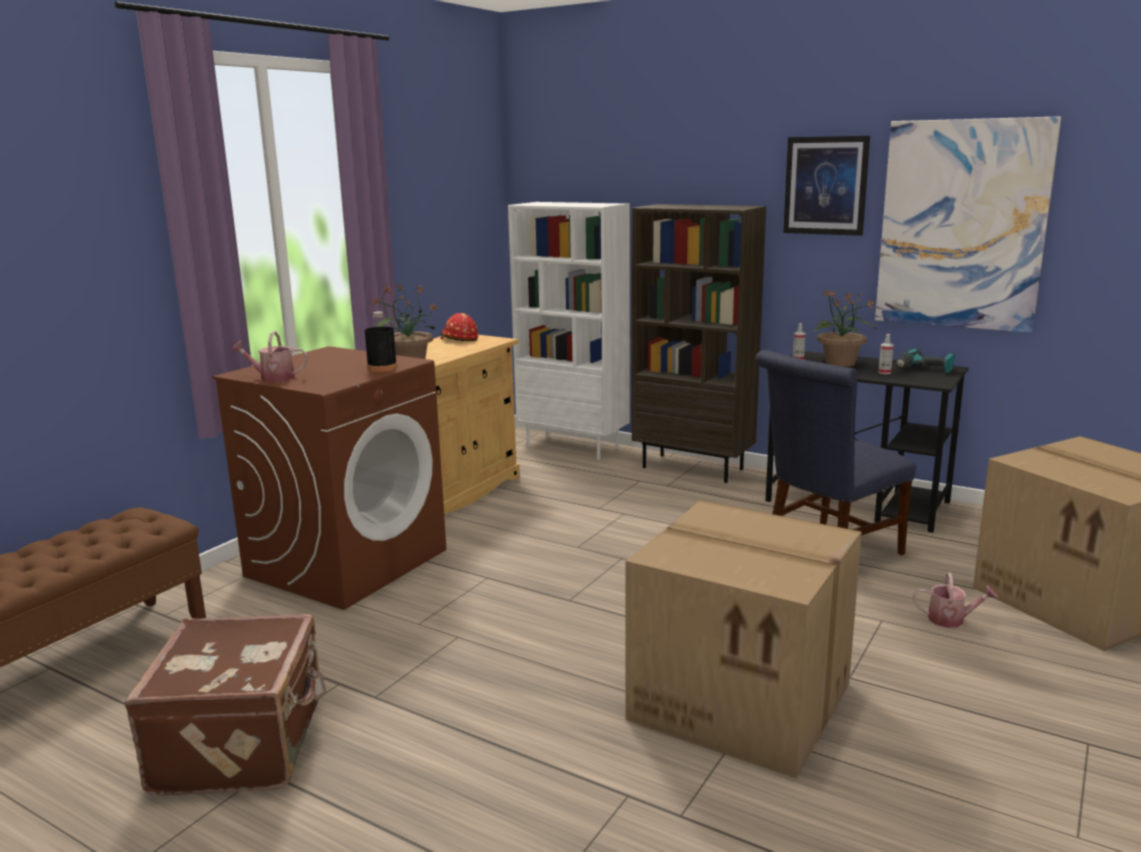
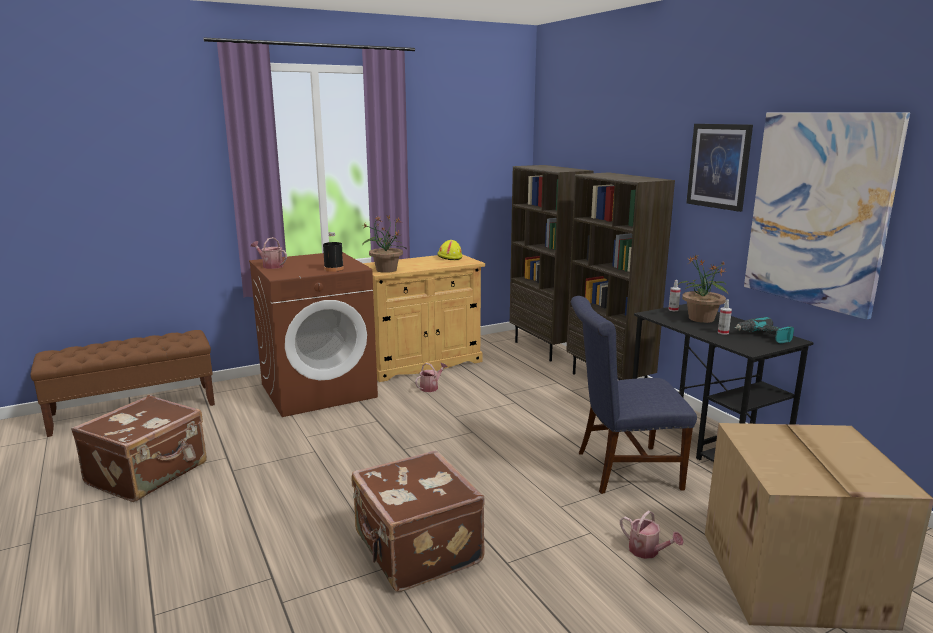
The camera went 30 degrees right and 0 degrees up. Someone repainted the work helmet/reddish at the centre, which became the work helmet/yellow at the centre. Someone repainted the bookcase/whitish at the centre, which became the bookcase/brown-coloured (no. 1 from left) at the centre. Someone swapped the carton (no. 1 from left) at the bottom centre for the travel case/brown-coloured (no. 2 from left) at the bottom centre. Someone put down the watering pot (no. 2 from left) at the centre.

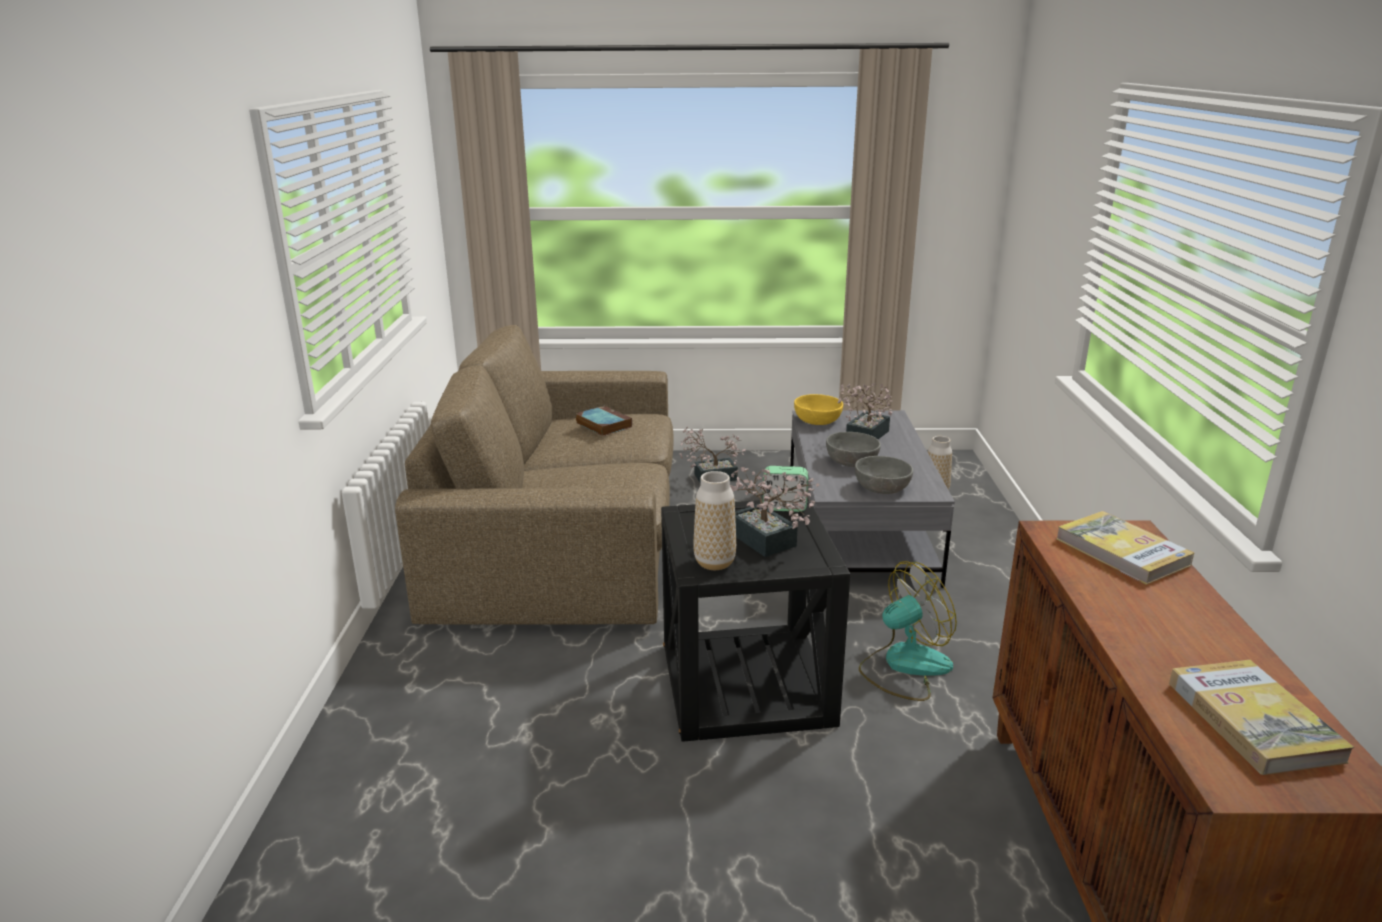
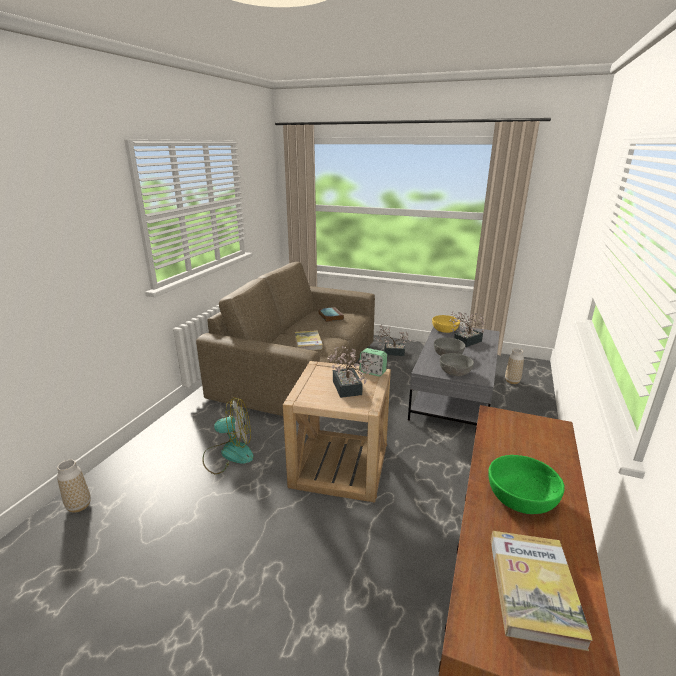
The camera went 20 degrees right and 0 degrees up. Someone repainted the accent table/black-coloured at the bottom centre, which became the accent table/sand-coloured at the centre. Someone carried the decorative vase (no. 1 from left) from the centre to the bottom left. Someone carried the fan from the bottom centre to the centre. Someone carried the bound book (no. 2 from left in the first image) from the middle right to the centre. Someone put down the deep dish/green-coloured at the bottom right.

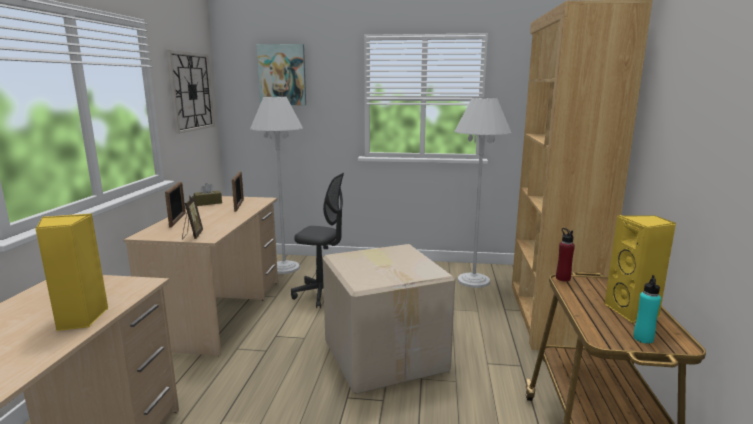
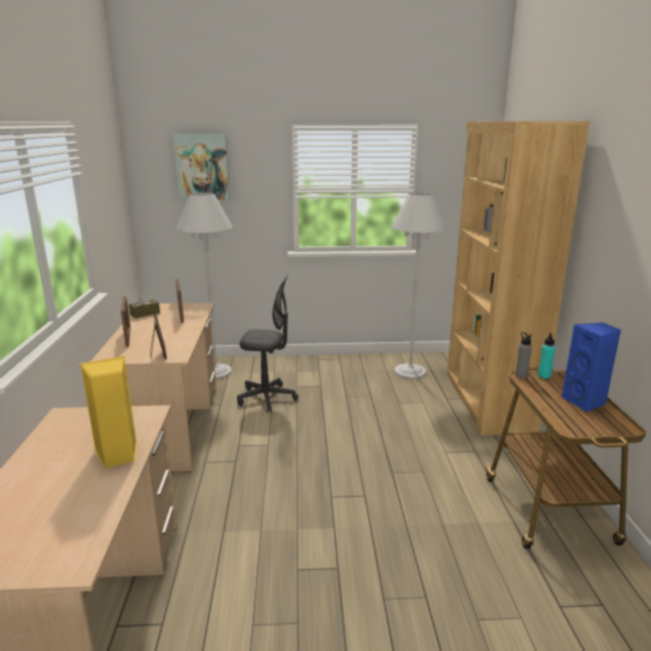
The camera went 10 degrees left and 5 degrees up. Someone took away the hanging clock at the top left. Someone took away the carton at the bottom centre. Someone repainted the beverage bottle/reddish at the middle right, which became the beverage bottle/gray at the middle right. Someone repainted the loudspeaker/yellow (no. 2 from left) at the middle right, which became the loudspeaker/bluish at the middle right. Someone carried the beverage bottle/turquoise from the bottom right to the middle right.

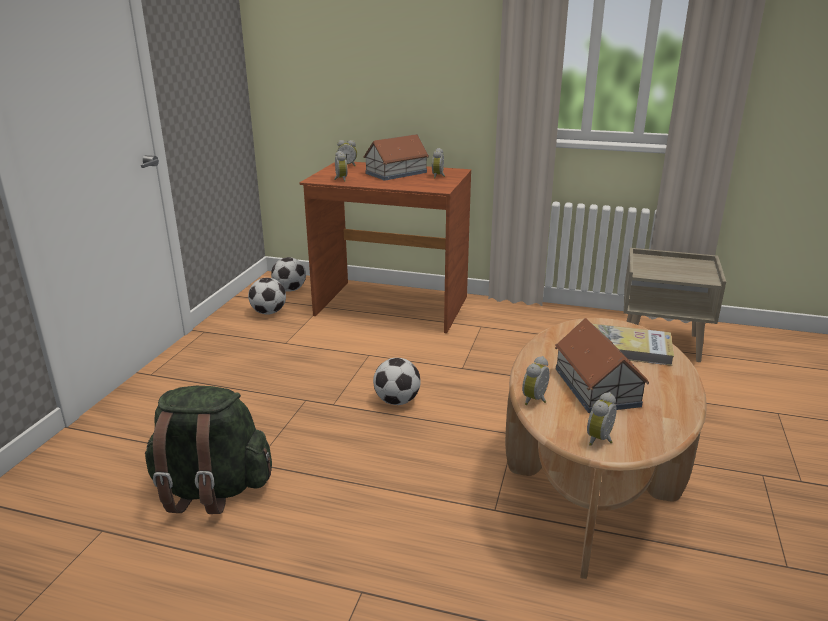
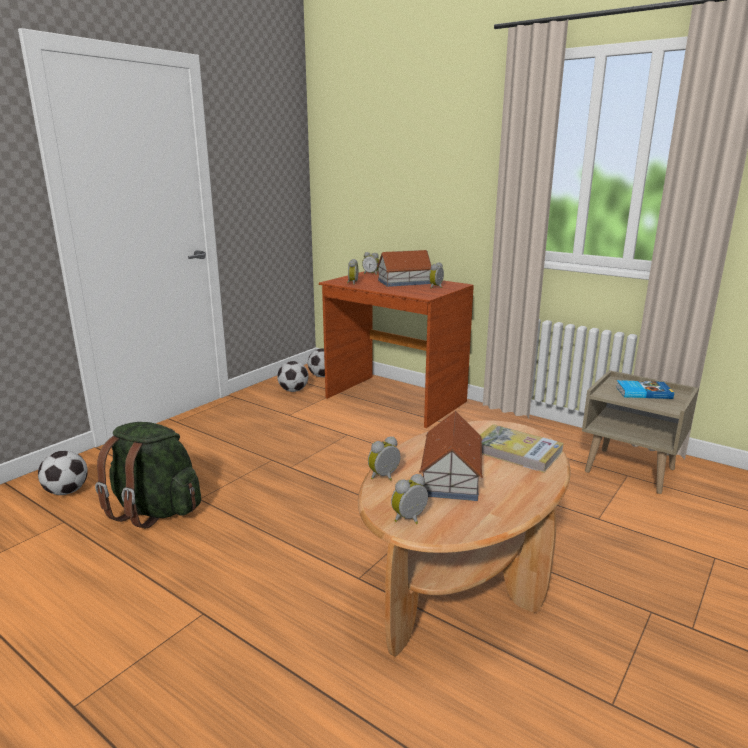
The camera went 20 degrees right and 5 degrees down. Someone carried the football (no. 3 from left in the first image) from the centre to the middle left. Someone put down the bound book (no. 2 from left) at the middle right.

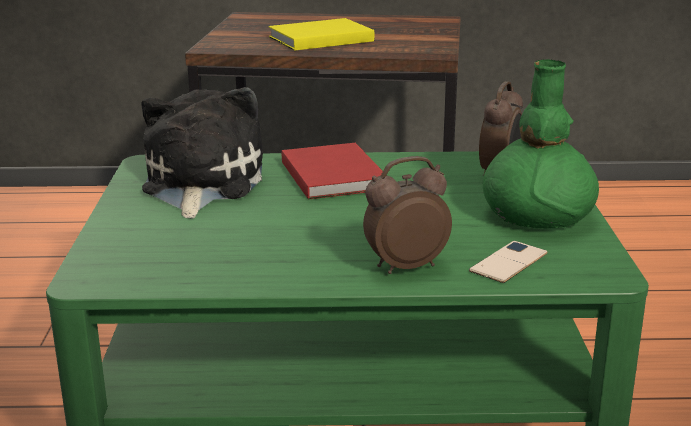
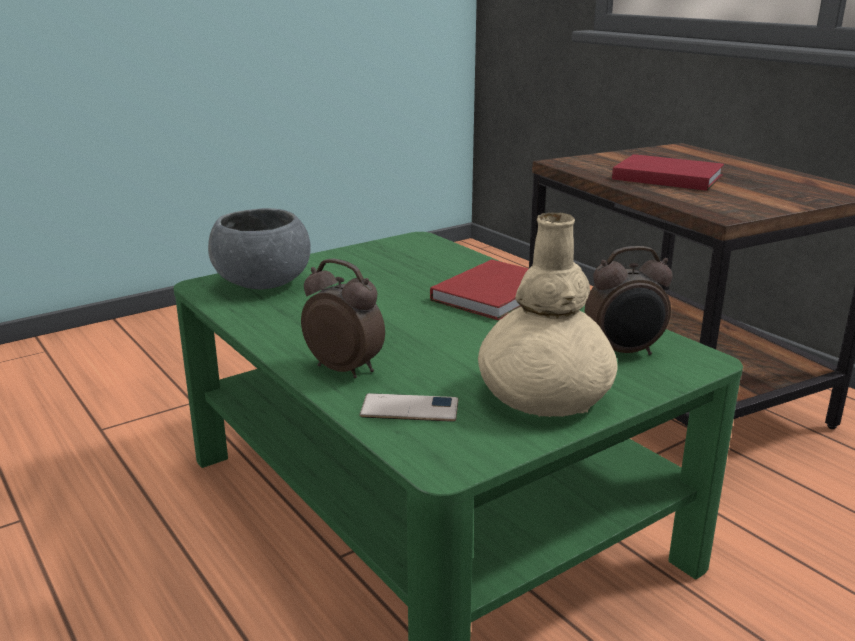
The camera went 55 degrees right and 0 degrees up. Someone took away the cuddly toy at the middle left. Someone repainted the bound book/yellow at the top centre, which became the bound book/reddish (no. 2 from left) at the top right. Someone repainted the decorative vase/green-coloured at the middle right, which became the decorative vase/sand-coloured at the centre. Someone put down the deep dish/gray at the middle left.

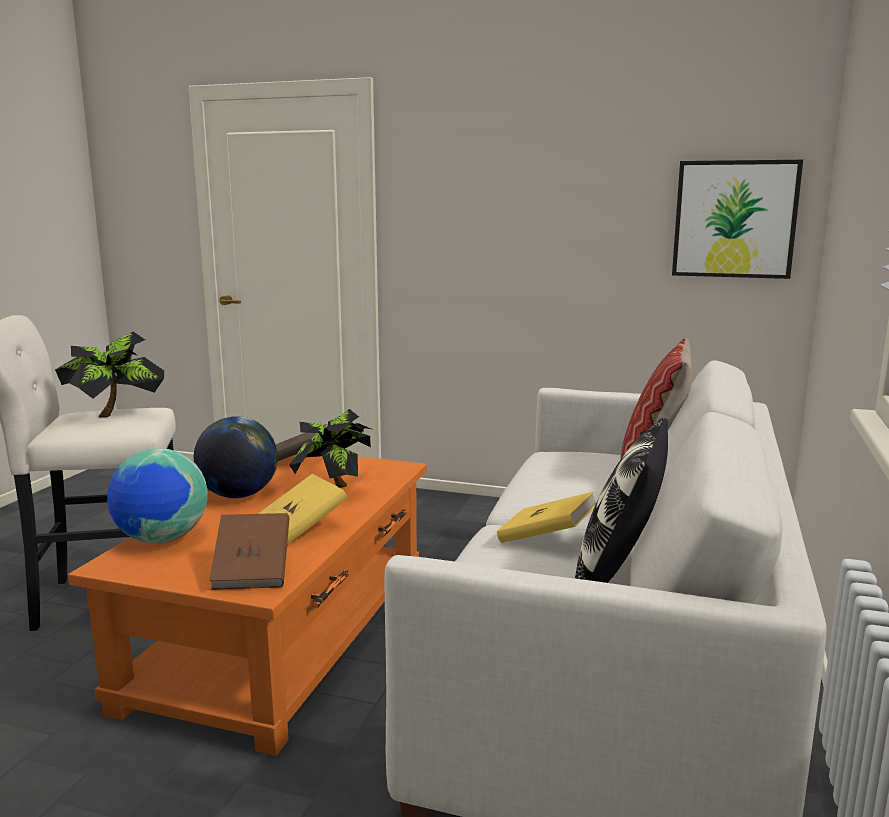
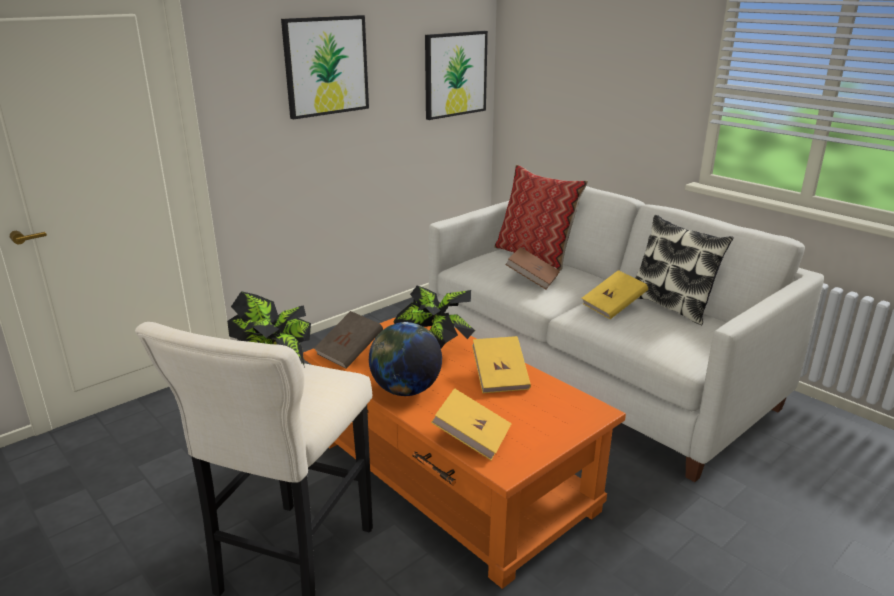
The camera went 60 degrees left and 10 degrees up. Someone swapped the globe (no. 1 from left) at the middle left for the bound book/yellow (no. 1 from left) at the bottom centre. Someone carried the bound book/brown-coloured (no. 1 from left in the first image) from the bottom left to the centre. Someone put up the wall picture (no. 1 from left) at the top centre.

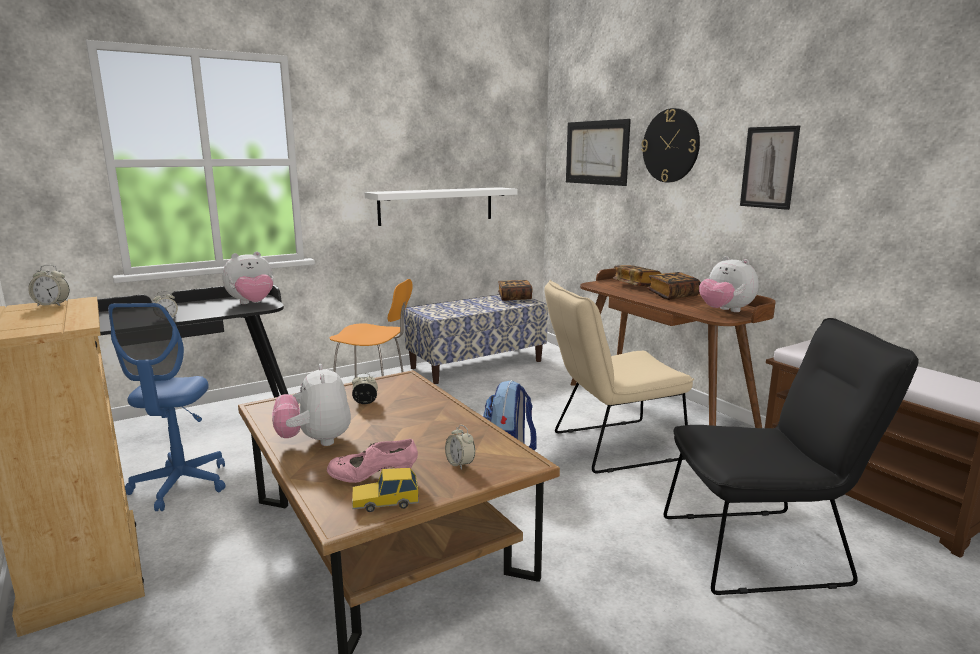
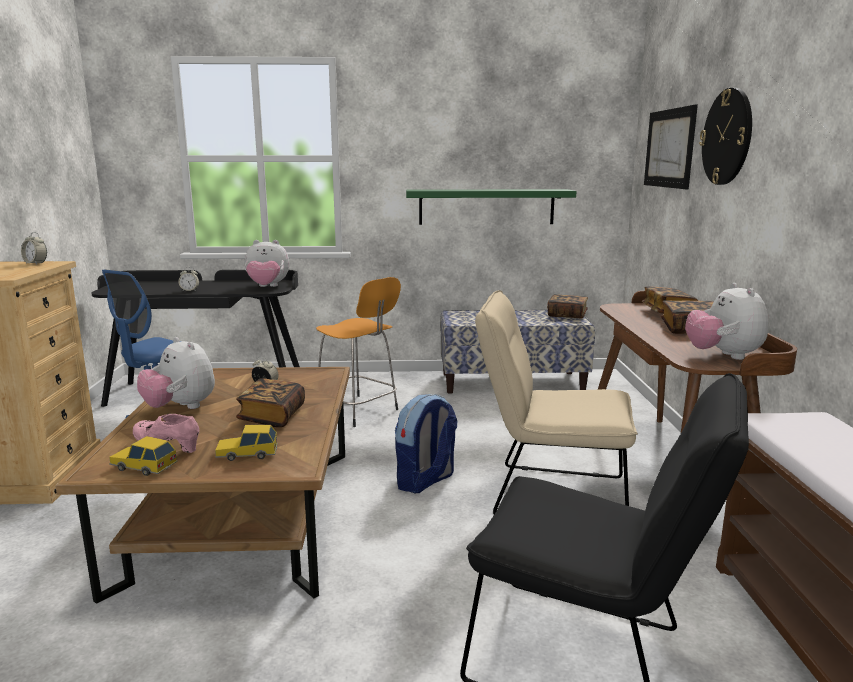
The camera went 30 degrees right and 0 degrees up. Someone rotated the cuddly toy (no. 2 from left in the first image) at the middle left by 60 degrees counterclockwise. Someone repainted the wall shelf/whitish at the top centre, which became the wall shelf/green-coloured at the top centre. Someone swapped the alarm clock (no. 4 from left) at the bottom centre for the toy car (no. 2 from left) at the middle left. Someone took away the wall picture (no. 2 from left) at the top right. Someone put down the bound book (no. 1 from left) at the middle left.

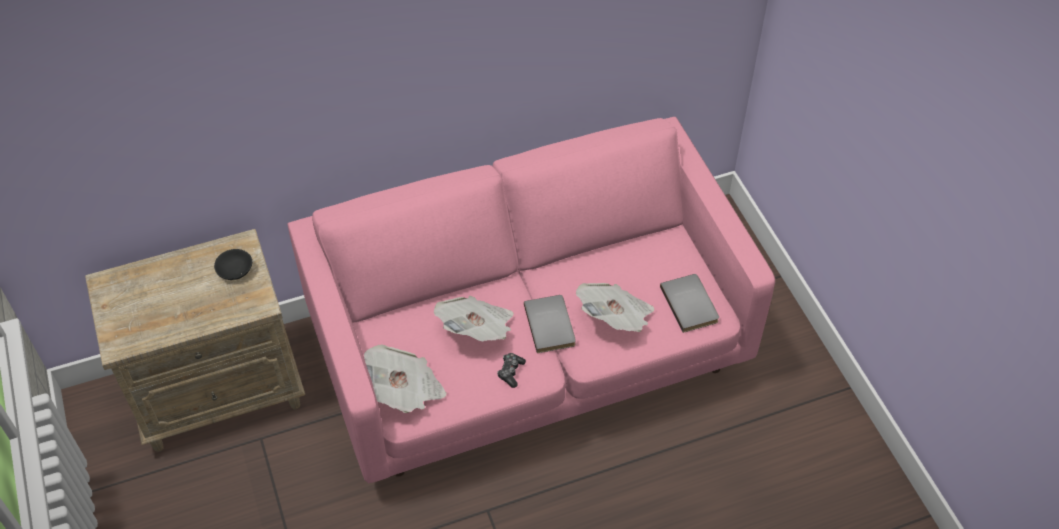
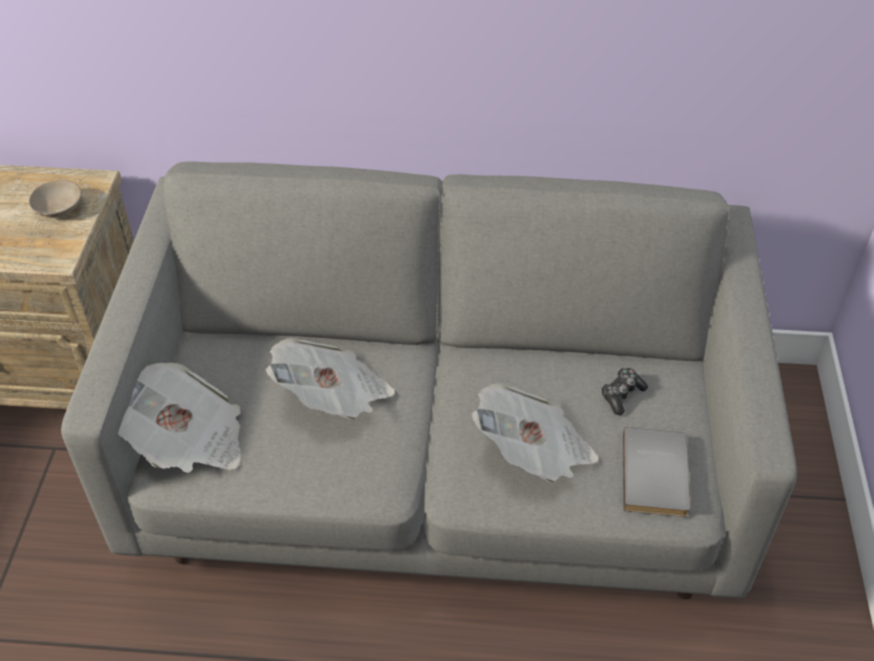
The camera went 25 degrees right and 5 degrees down. Someone repainted the deep dish/black-coloured at the middle left, which became the deep dish/sand-coloured at the top left. Someone repainted the sofa/pink at the centre, which became the sofa/gray at the centre. Someone carried the game controller from the bottom centre to the middle right. Someone took away the bound book/gray (no. 1 from left) at the centre.

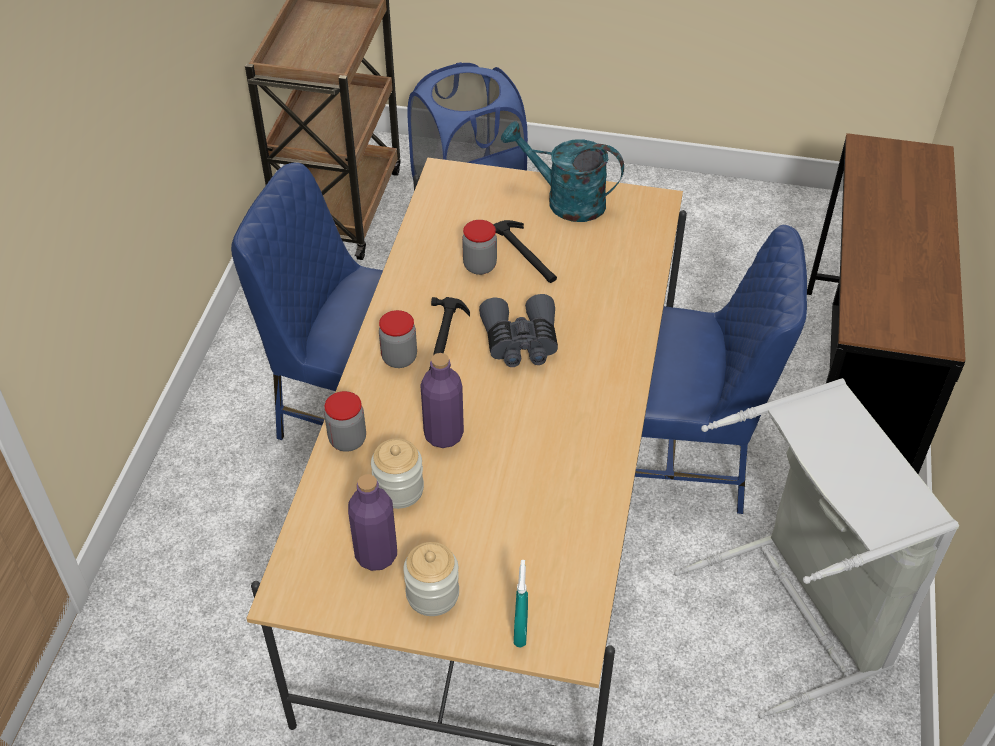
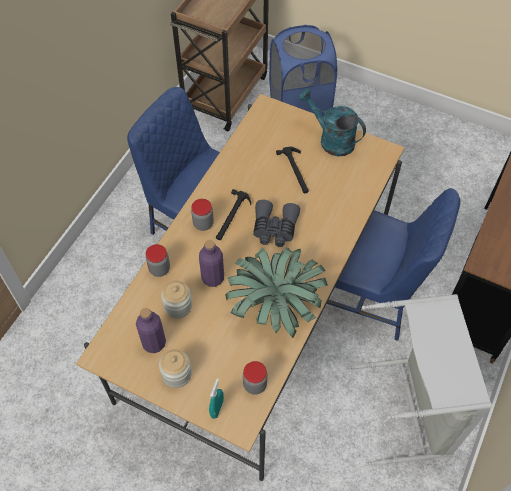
The camera went 15 degrees right and 10 degrees up. Someone carried the storage jar (no. 5 from left) from the top centre to the bottom centre. Someone put down the potted plant at the centre.

